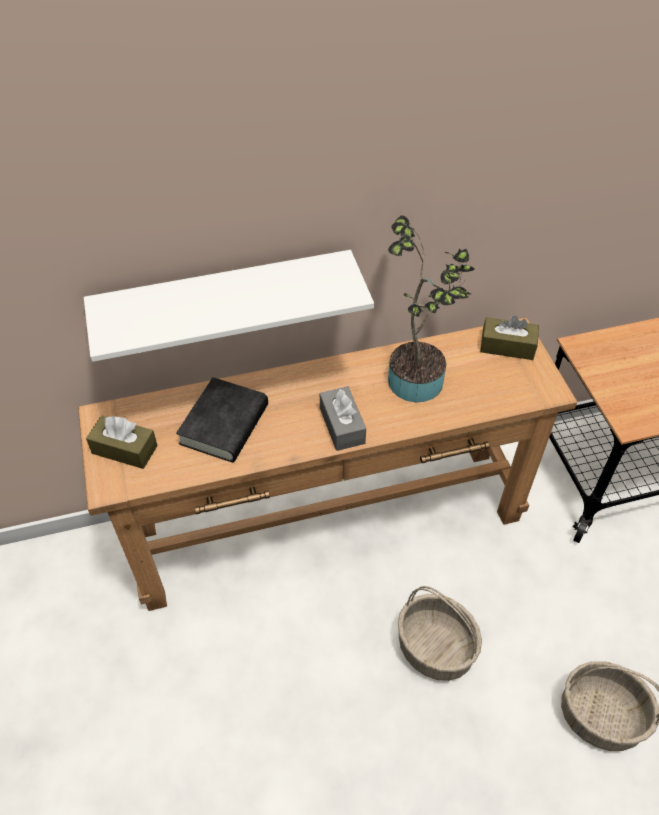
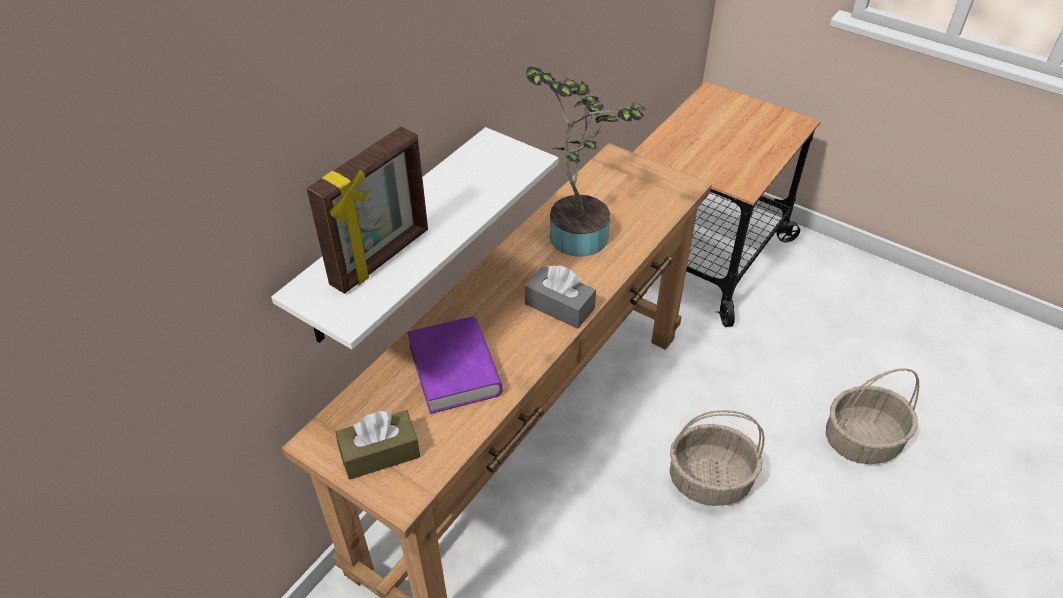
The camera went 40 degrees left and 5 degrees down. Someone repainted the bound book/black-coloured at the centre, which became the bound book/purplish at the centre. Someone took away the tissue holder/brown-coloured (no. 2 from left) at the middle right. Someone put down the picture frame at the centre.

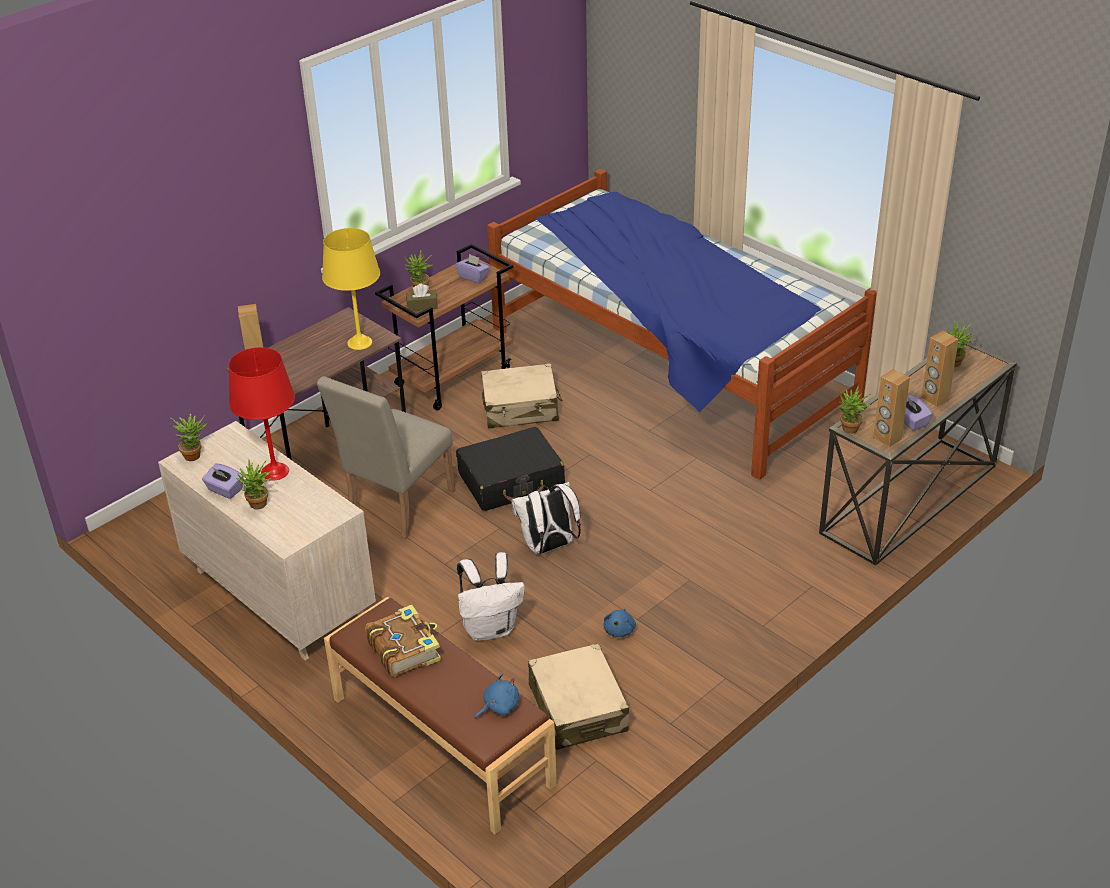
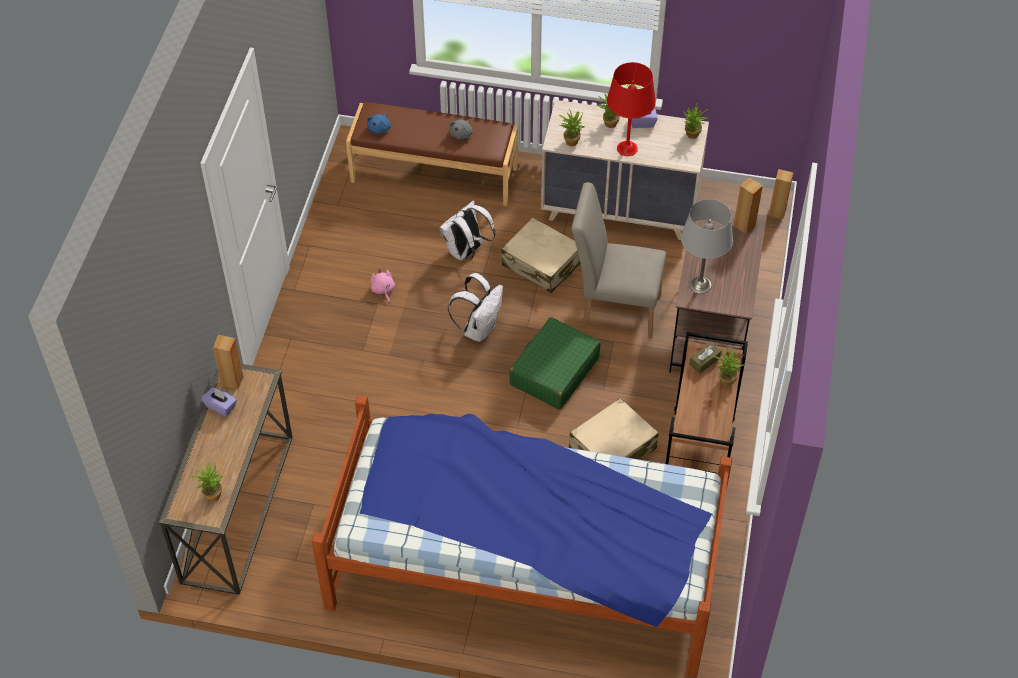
The camera went 145 degrees right and 15 degrees up. Someone rotated the upright chair/sand-coloured at the centre by 75 degrees counterclockwise. Someone repainted the lamp for a table/yellow at the top left, which became the lamp for a table/gray at the middle right. Someone swapped the bound book at the bottom centre for the cuddly toy/gray at the top centre. Someone took away the tissue holder/purplish (no. 2 from left) at the top centre. Someone repainted the travel case/black-coloured at the centre, which became the travel case/green-coloured at the centre. Someone carried the travel case/sand-coloured (no. 2 from left in the first image) from the bottom centre to the centre. Someone repainted the cuddly toy/bluish (no. 2 from left) at the bottom centre, which became the cuddly toy/pink at the centre. Someone carried the potted plant (no. 4 from left in the first image) from the middle right to the top centre. Someone carried the loudspeaker/brown-coloured (no. 3 from left) from the middle right to the top right.

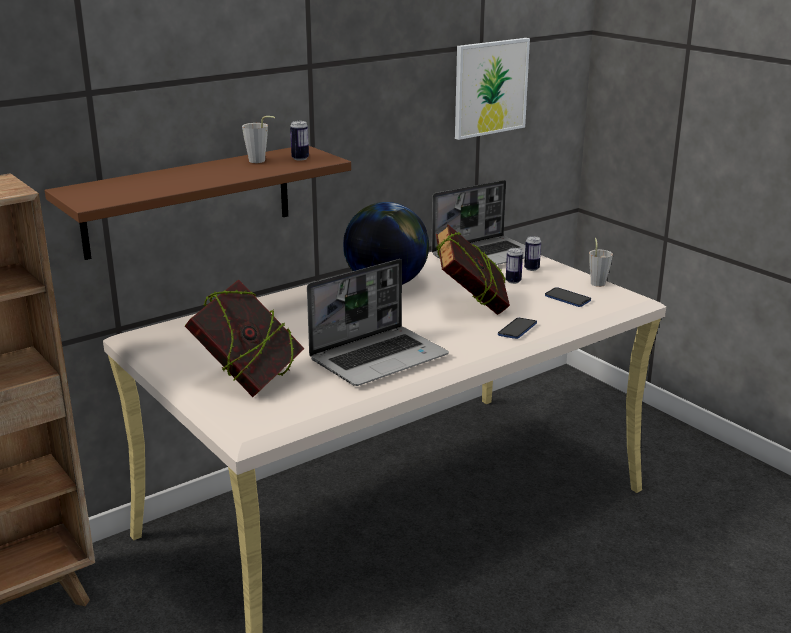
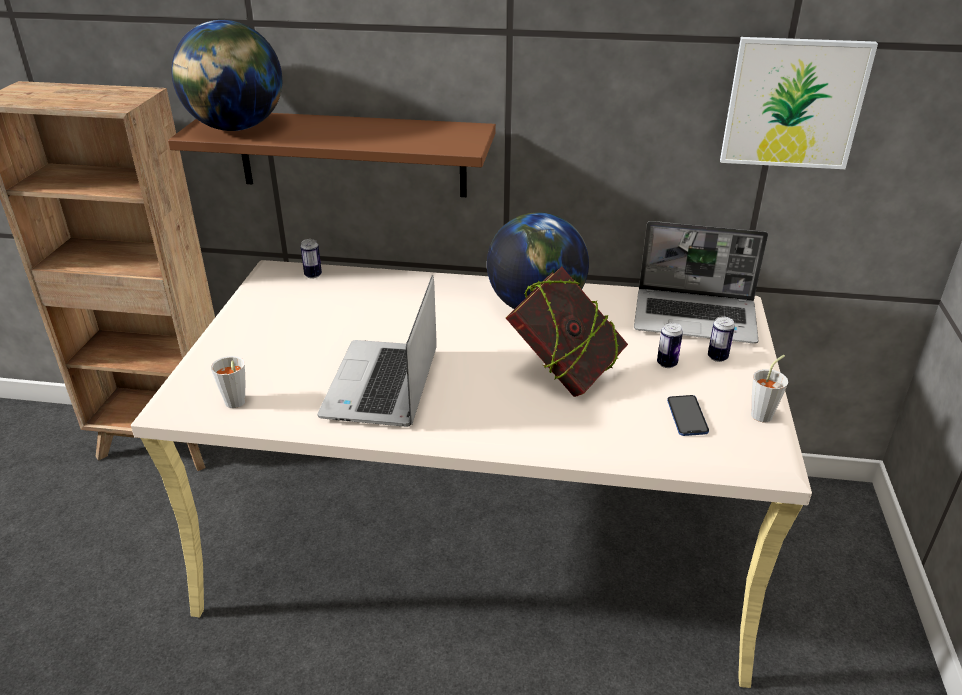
The camera went 45 degrees right and 10 degrees up. Someone took away the bound book (no. 1 from left) at the middle left. Someone carried the cup/gray (no. 1 from left) from the top left to the middle left. Someone carried the sealed can (no. 1 from left) from the top centre to the middle left. Someone rotated the laptop (no. 1 from left) at the centre by 90 degrees clockwise. Someone took away the telephone (no. 1 from left) at the centre. Someone put down the globe (no. 1 from left) at the top left.

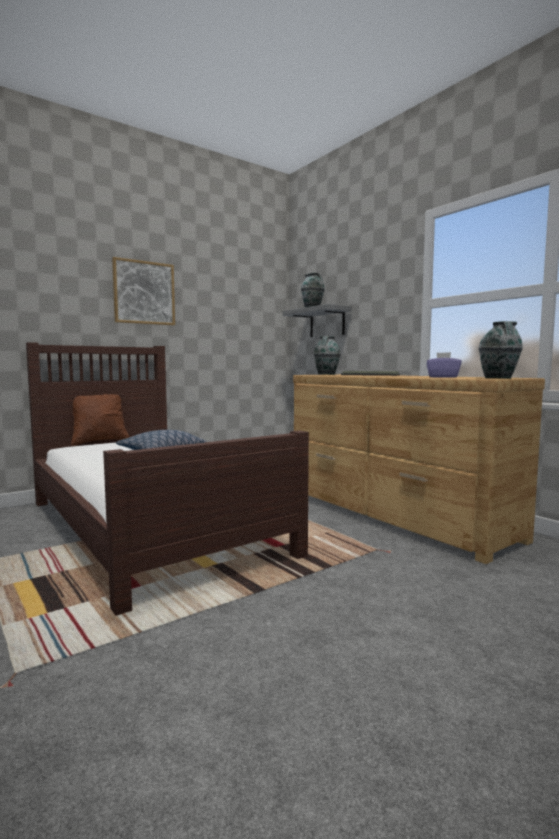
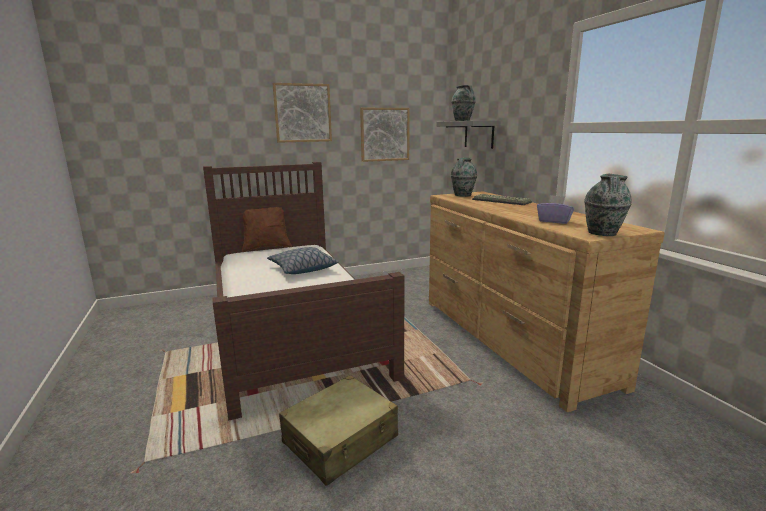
The camera went 15 degrees right and 10 degrees up. Someone put down the travel case/sand-coloured at the bottom centre. Someone put up the wall picture (no. 2 from left) at the top centre.

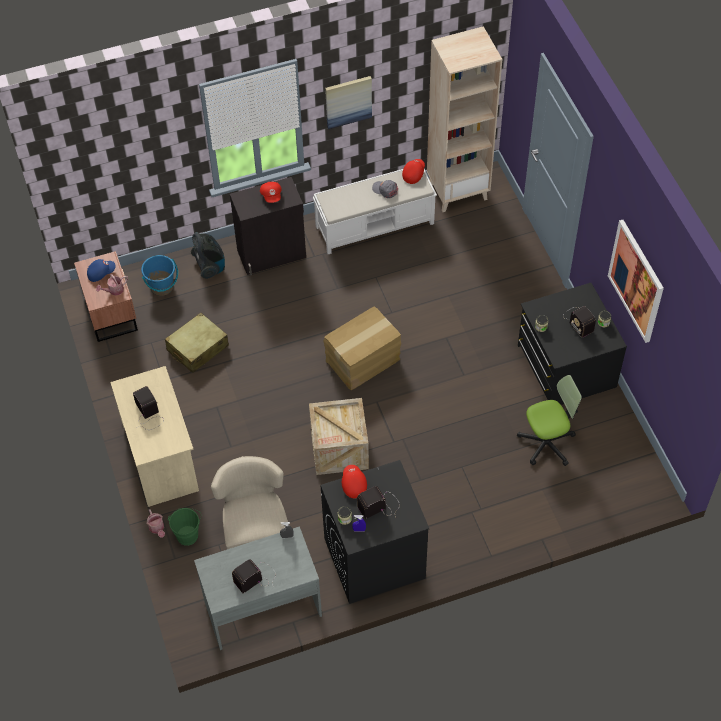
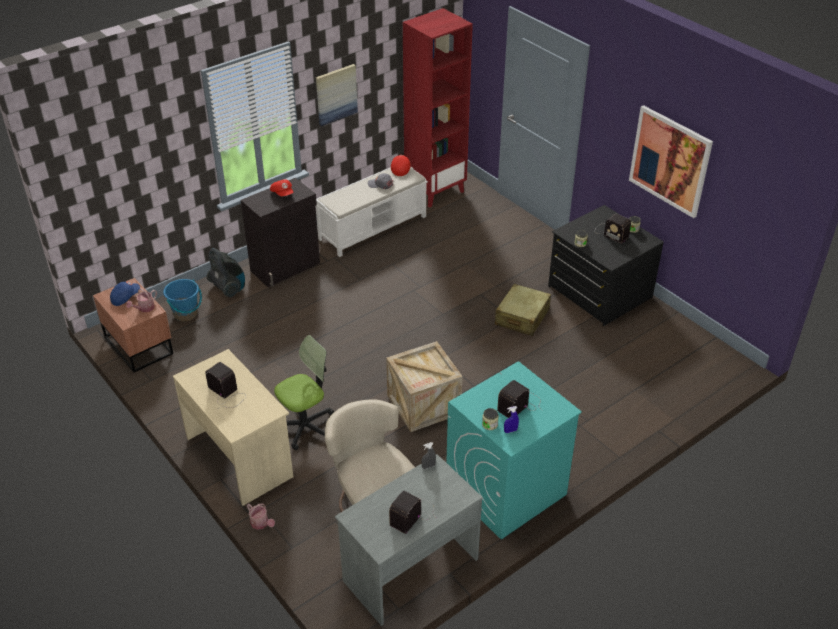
The camera went 20 degrees left and 15 degrees down. Someone carried the travel case/sand-coloured from the middle left to the centre. Someone took away the bucket/green-coloured at the bottom left. Someone repainted the washing machine/black-coloured at the bottom centre, which became the washing machine/turquoise at the bottom centre. Someone took away the carton at the centre. Someone took away the peaked cap/reddish (no. 2 from left) at the bottom centre. Someone repainted the bookcase/sand-coloured at the top centre, which became the bookcase/reddish at the top centre. Someone carried the desk chair from the middle right to the centre.

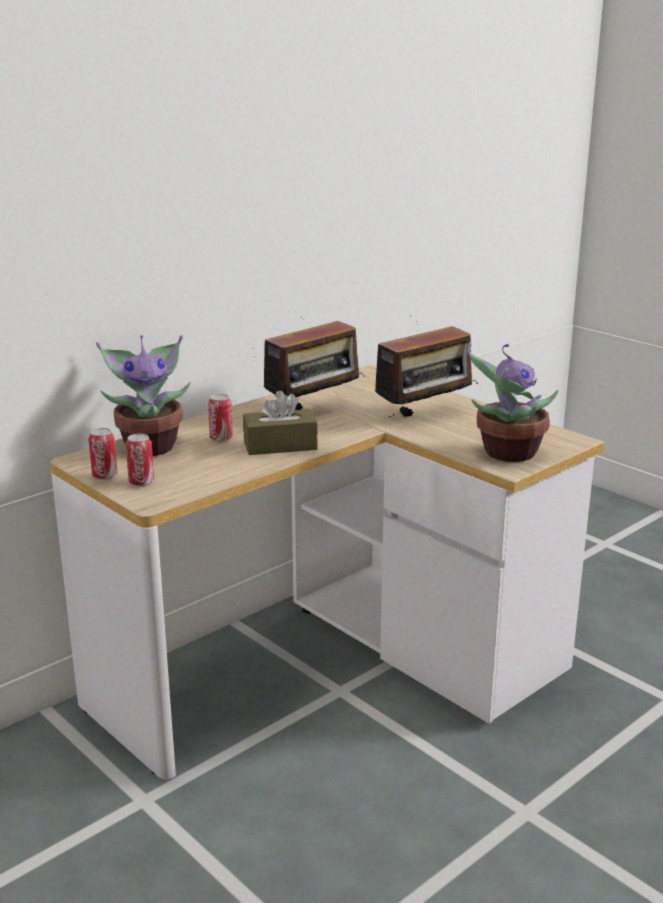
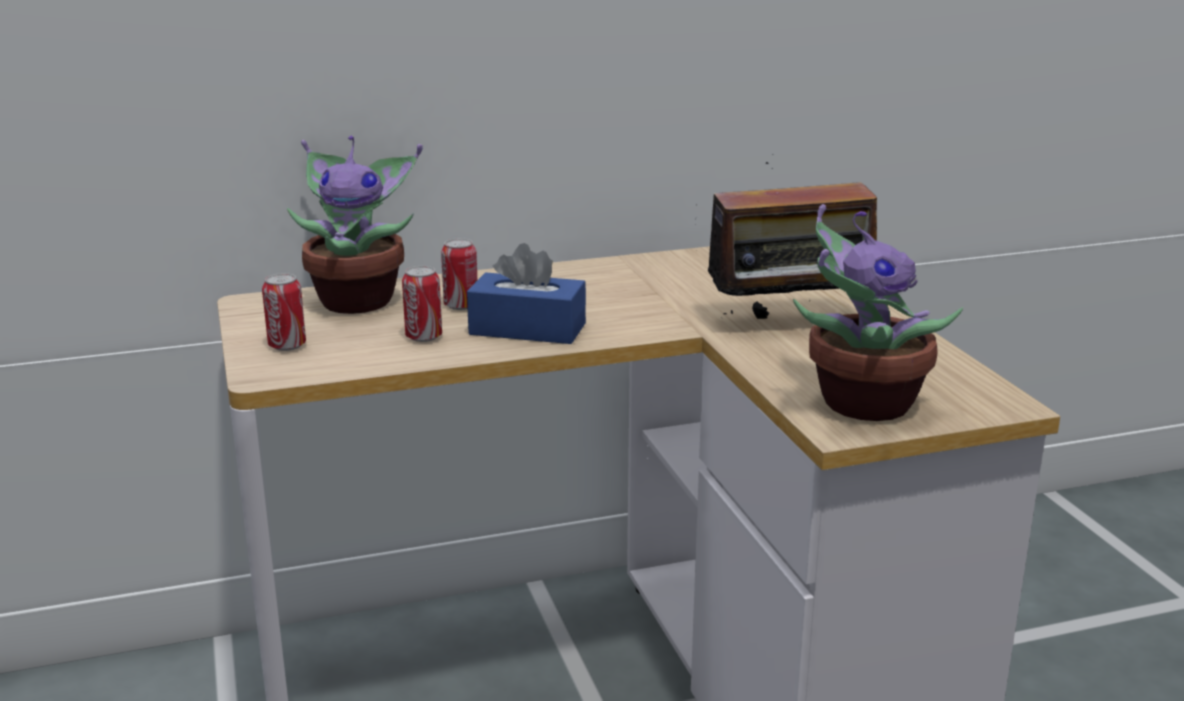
The camera went 25 degrees right and 0 degrees up. Someone carried the sealed can (no. 1 from left in the first image) from the middle left to the centre. Someone repainted the tissue holder/brown-coloured at the centre, which became the tissue holder/bluish at the centre. Someone took away the radio set (no. 1 from left) at the centre.

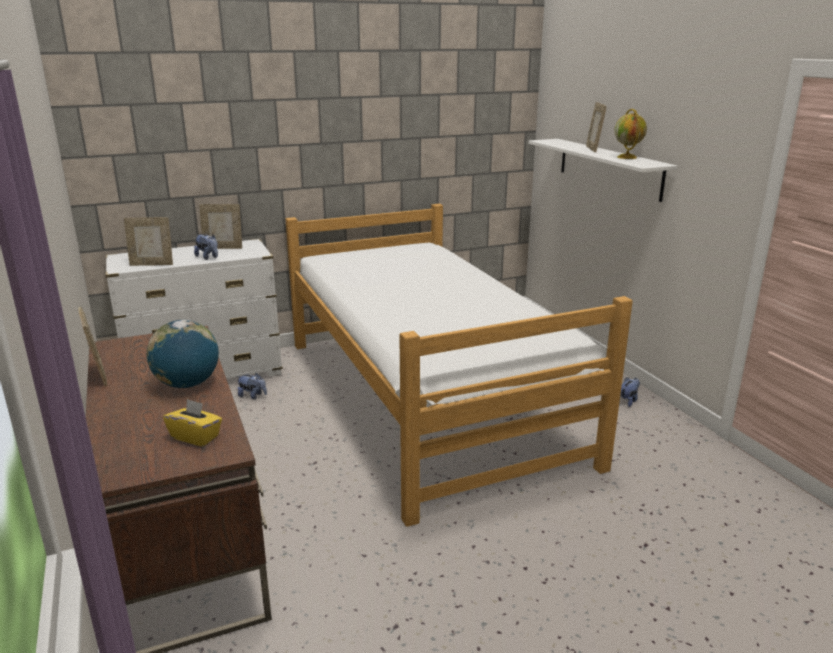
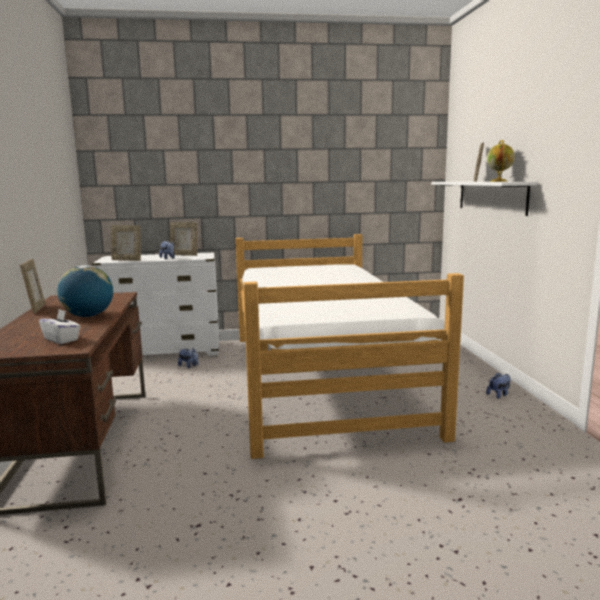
The camera went 15 degrees right and 10 degrees down. Someone repainted the tissue holder/yellow at the middle left, which became the tissue holder/whitish at the middle left.

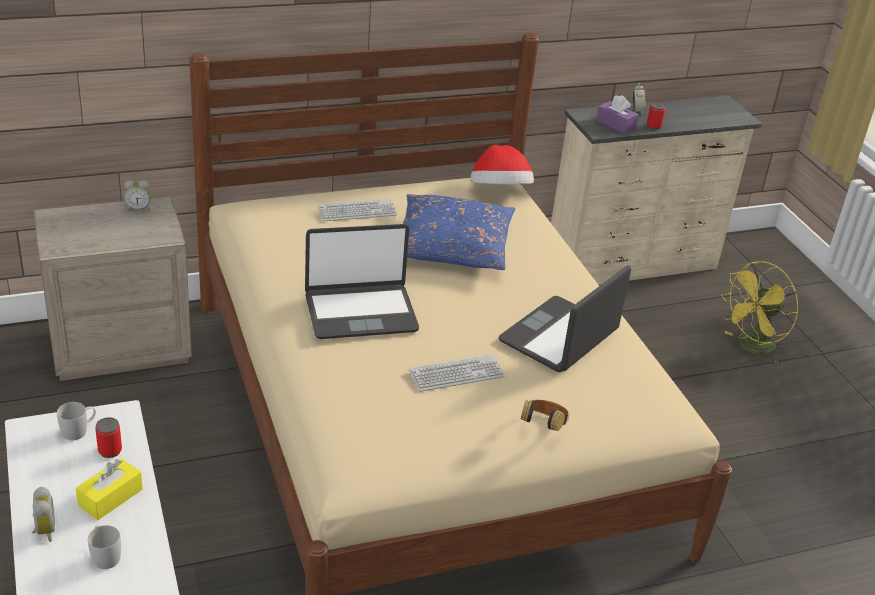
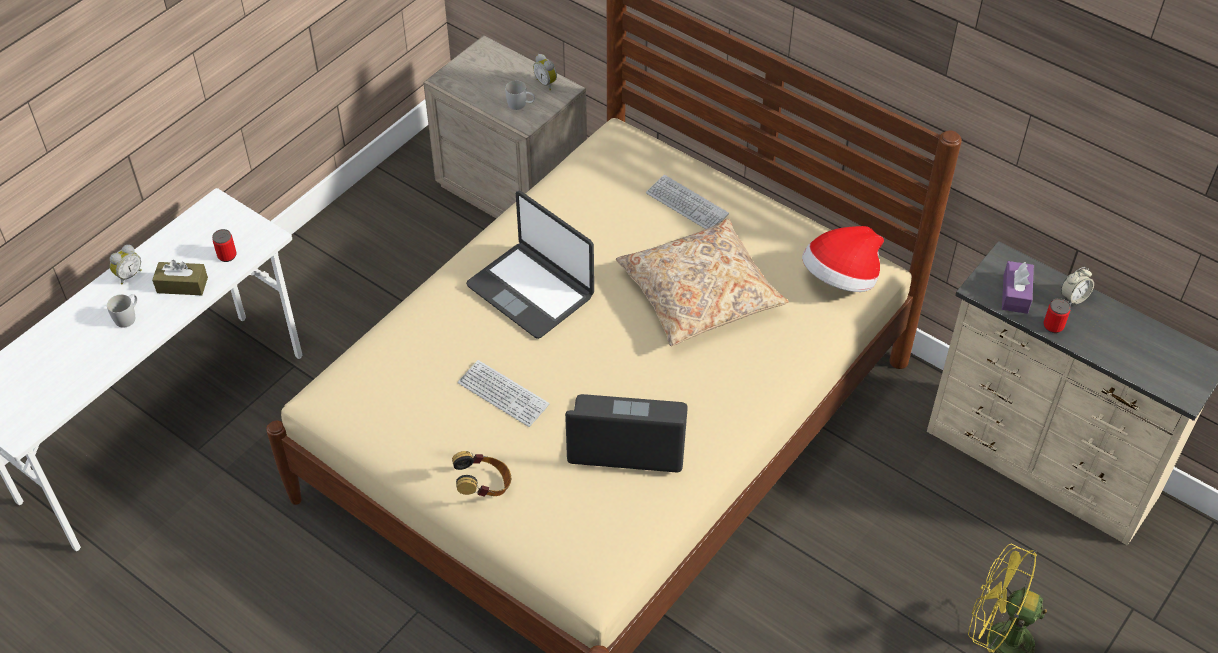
The camera went 60 degrees right and 15 degrees up. Someone carried the tea mug/whitish (no. 1 from left in the first image) from the bottom left to the top centre. Someone repainted the tissue holder/yellow at the bottom left, which became the tissue holder/brown-coloured at the middle left. Someone repainted the cushion/bluish at the centre, which became the cushion/sand-coloured at the centre.

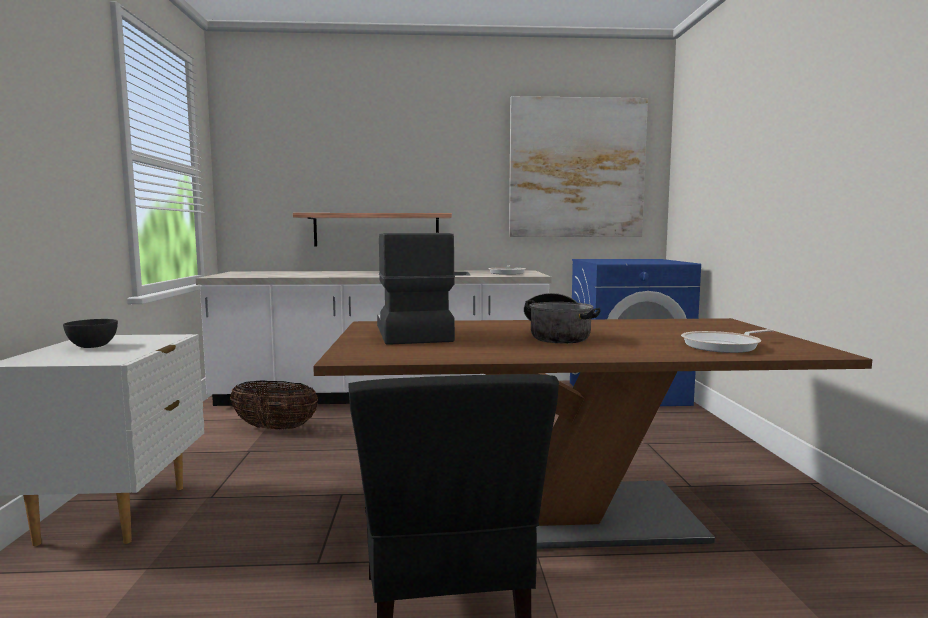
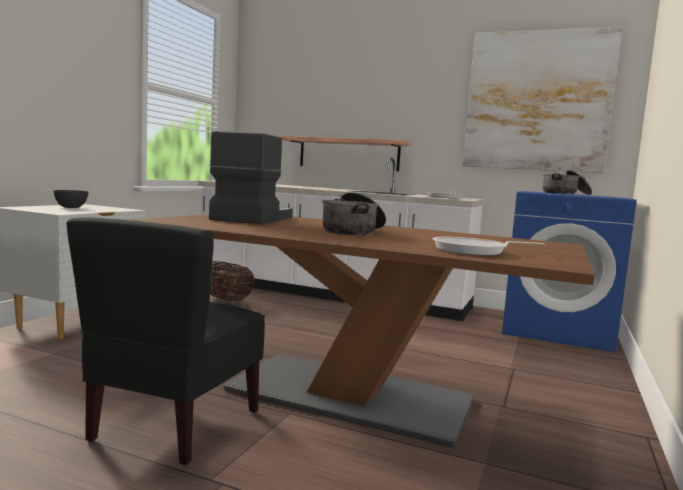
The camera went 25 degrees right and 0 degrees up. Someone put down the saucepot (no. 2 from left) at the middle right.

